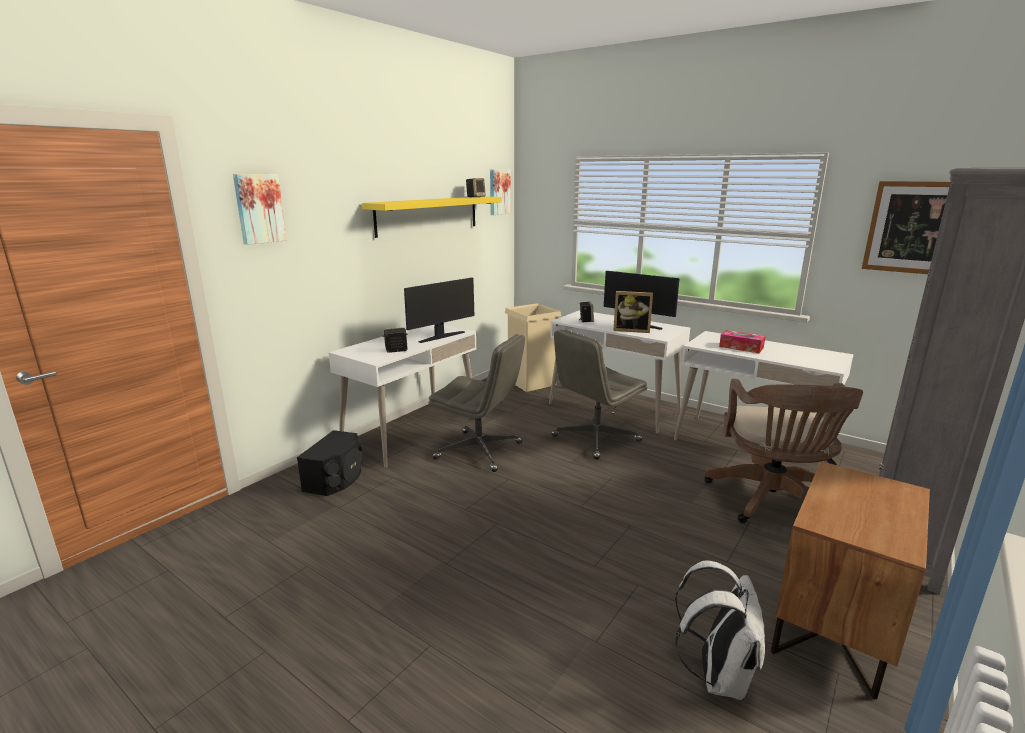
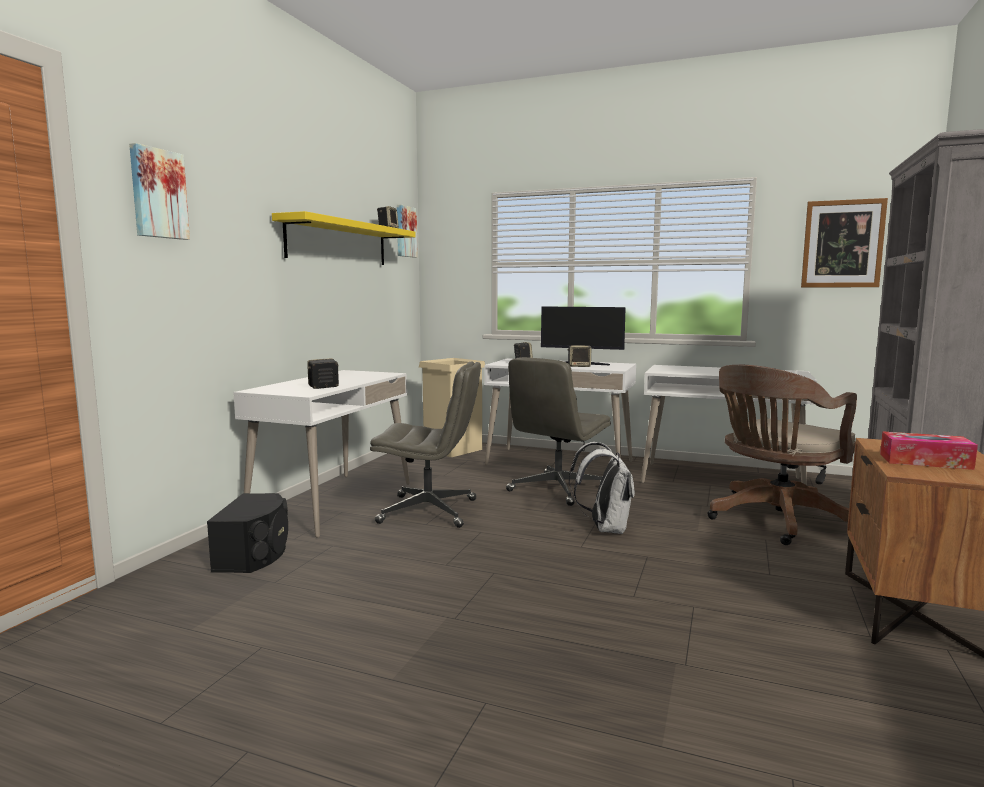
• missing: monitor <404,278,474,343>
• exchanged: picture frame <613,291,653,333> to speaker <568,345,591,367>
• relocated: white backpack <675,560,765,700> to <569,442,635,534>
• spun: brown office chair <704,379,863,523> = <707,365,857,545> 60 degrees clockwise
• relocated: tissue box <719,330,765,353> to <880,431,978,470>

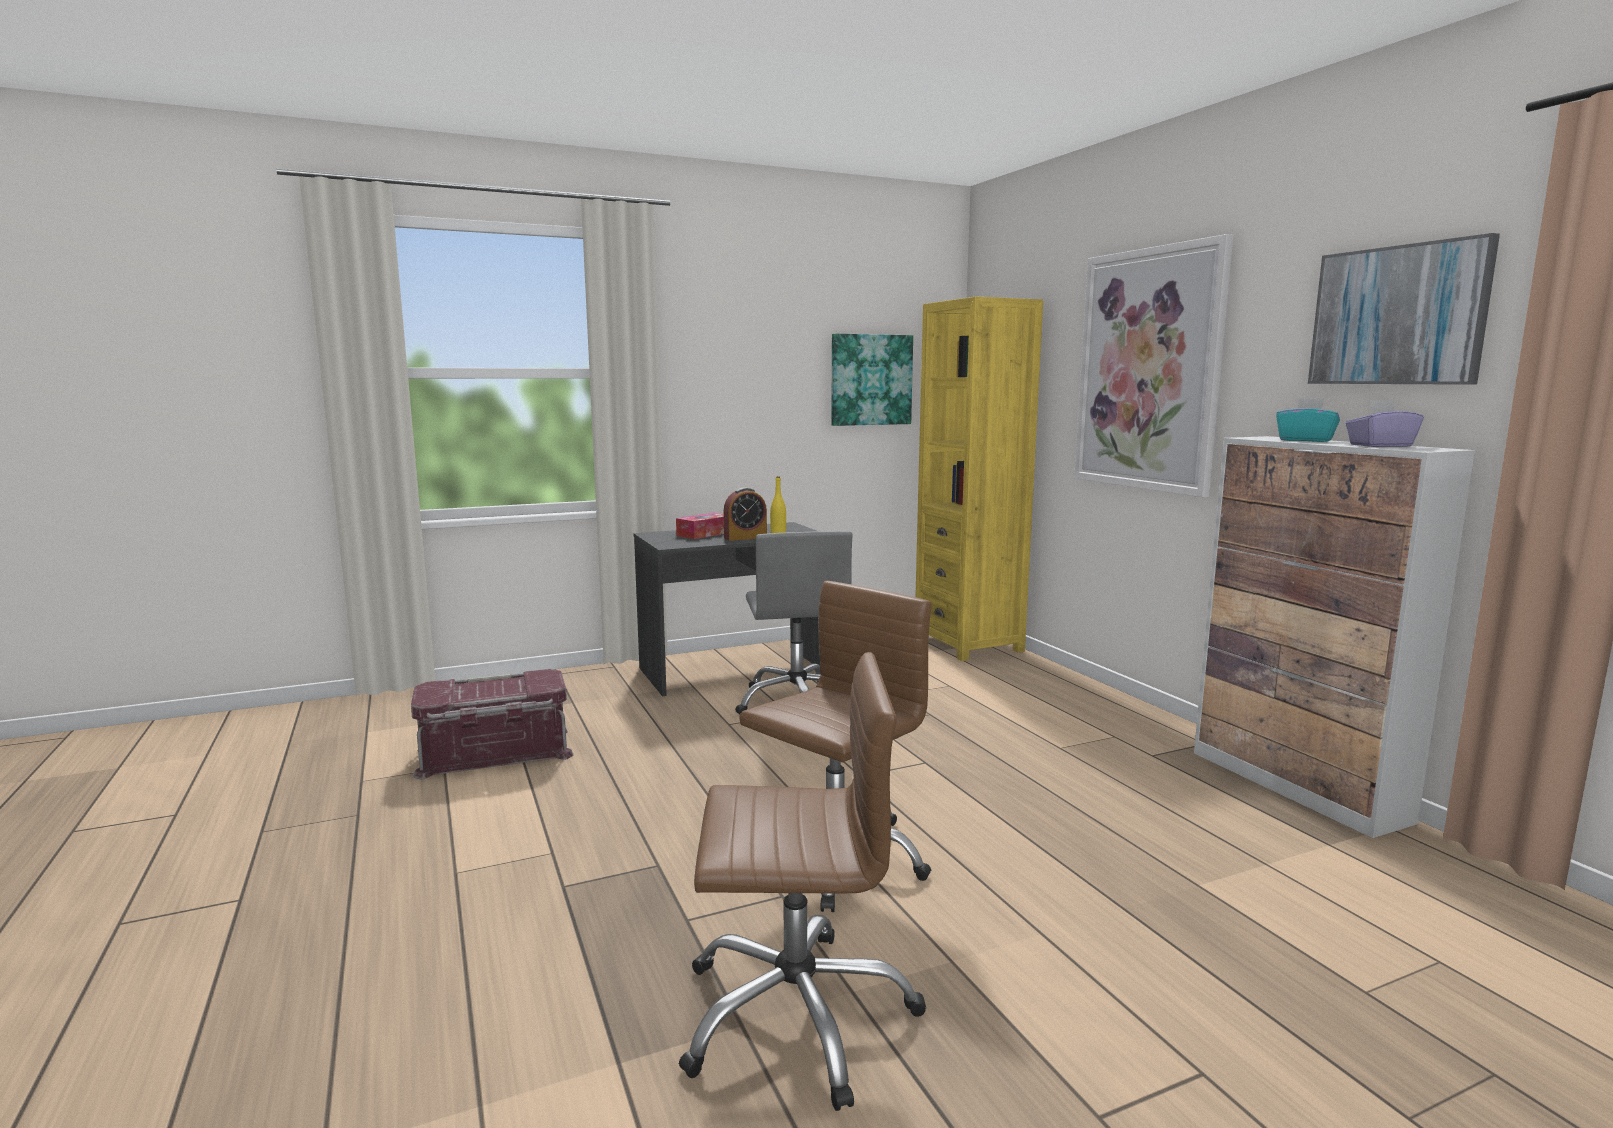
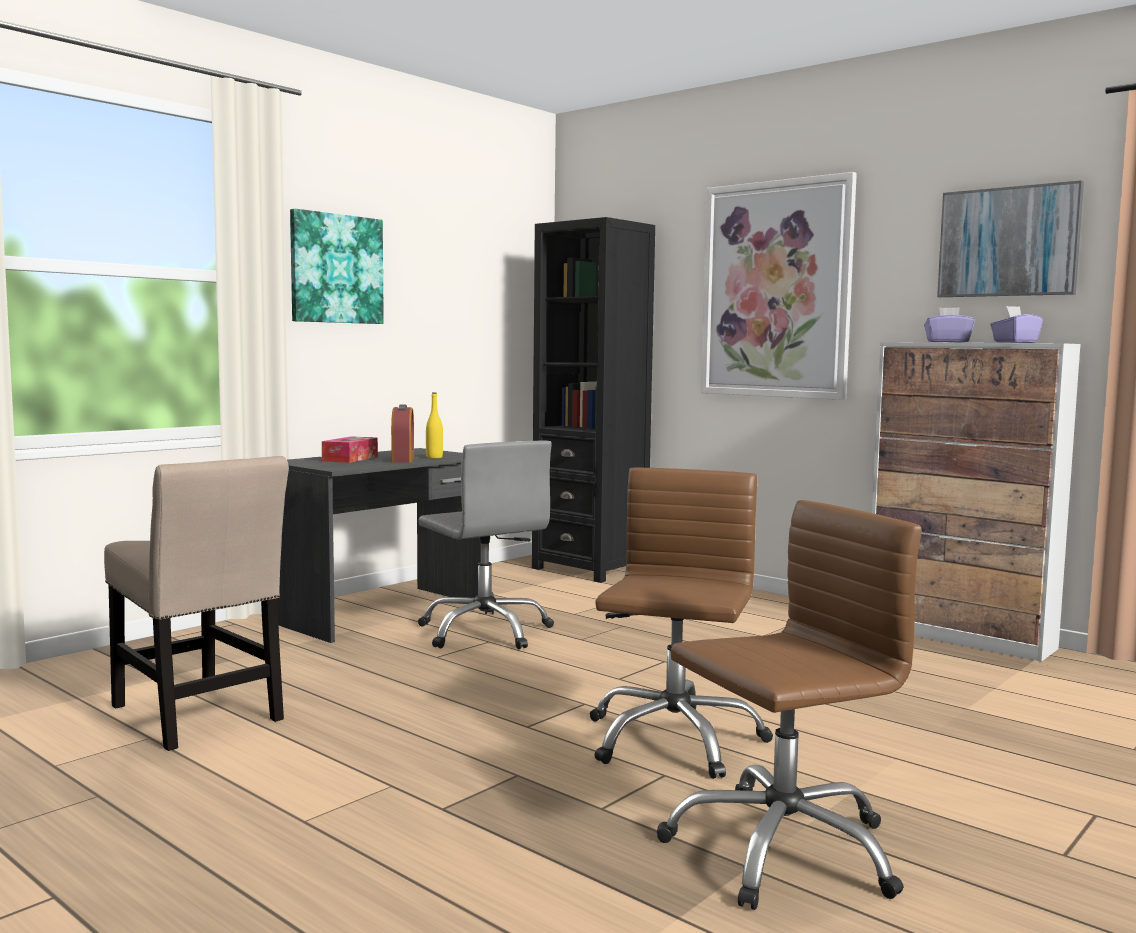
• exchanged: red storage box <411,669,574,780> to beige chair <104,456,289,751>
• spun: alarm clock <724,487,767,541> = <391,404,414,463> 45 degrees counterclockwise
• relocated: picture <831,333,913,426> to <290,209,384,324>
• colour: yellow bookcase <915,297,1043,661> to black bookcase <532,217,655,583>
• colour: turquoise tissue box <1276,398,1340,442> to purple tissue box <924,307,975,342>

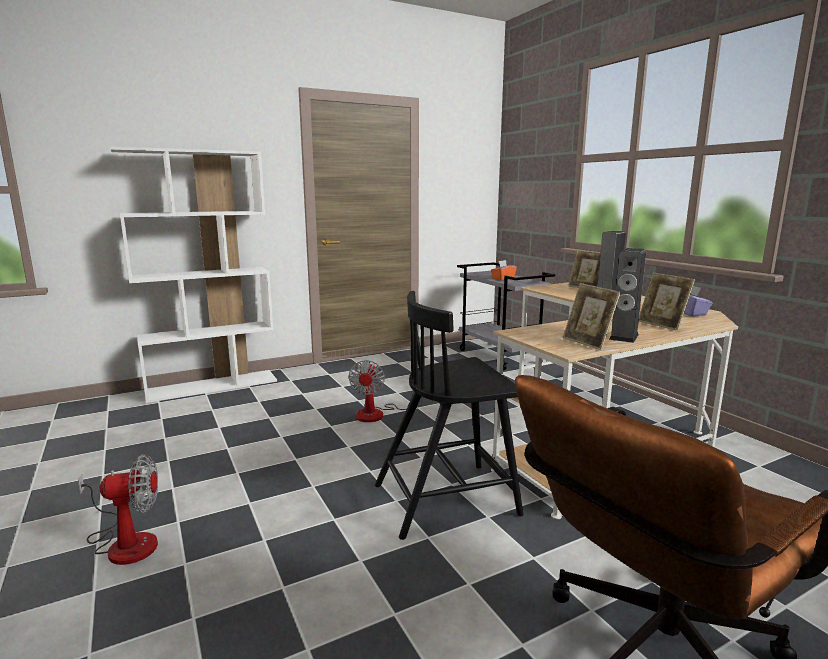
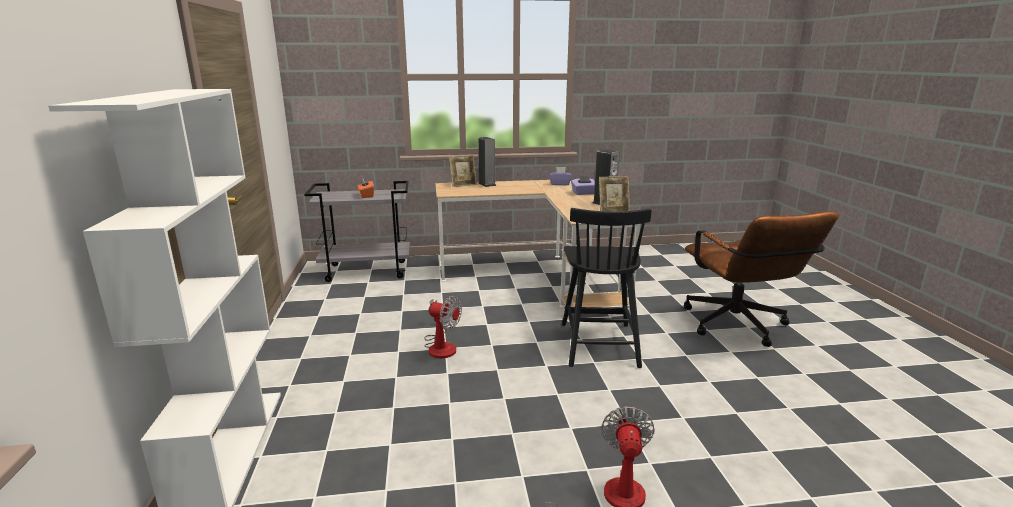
• exchanged: picture frame <639,272,695,331> to purple tissue box <571,176,595,195>

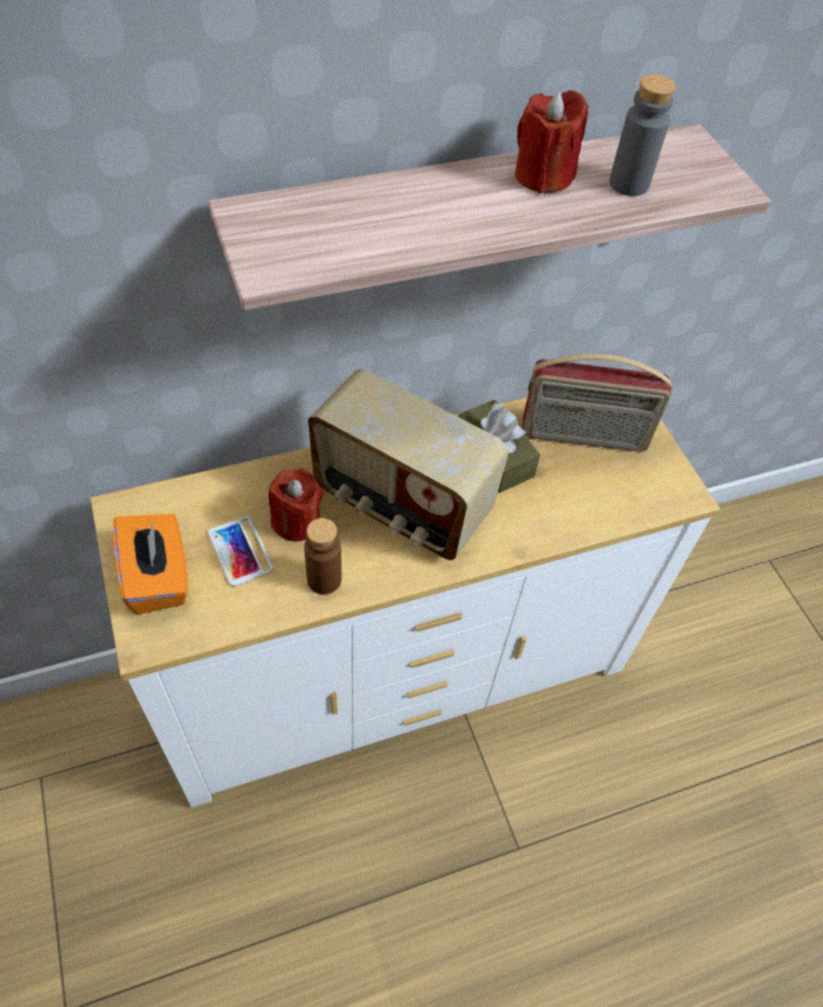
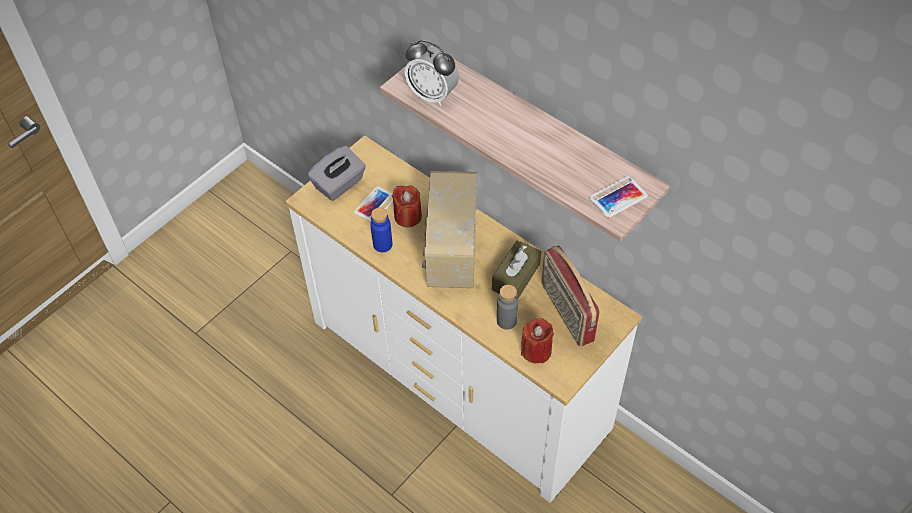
• colour: orange tissue box <113,514,188,614> to grey tissue box <307,145,366,201>
• colour: brown bottle <304,518,342,594> to blue bottle <370,208,392,252>
• relocated: red candle <515,90,588,194> to <521,318,554,364>
• relocated: grey bottle <609,74,676,196> to <497,285,518,330>
• appeared: alarm clock <404,40,459,106>
• appeared: phone <589,176,648,218>

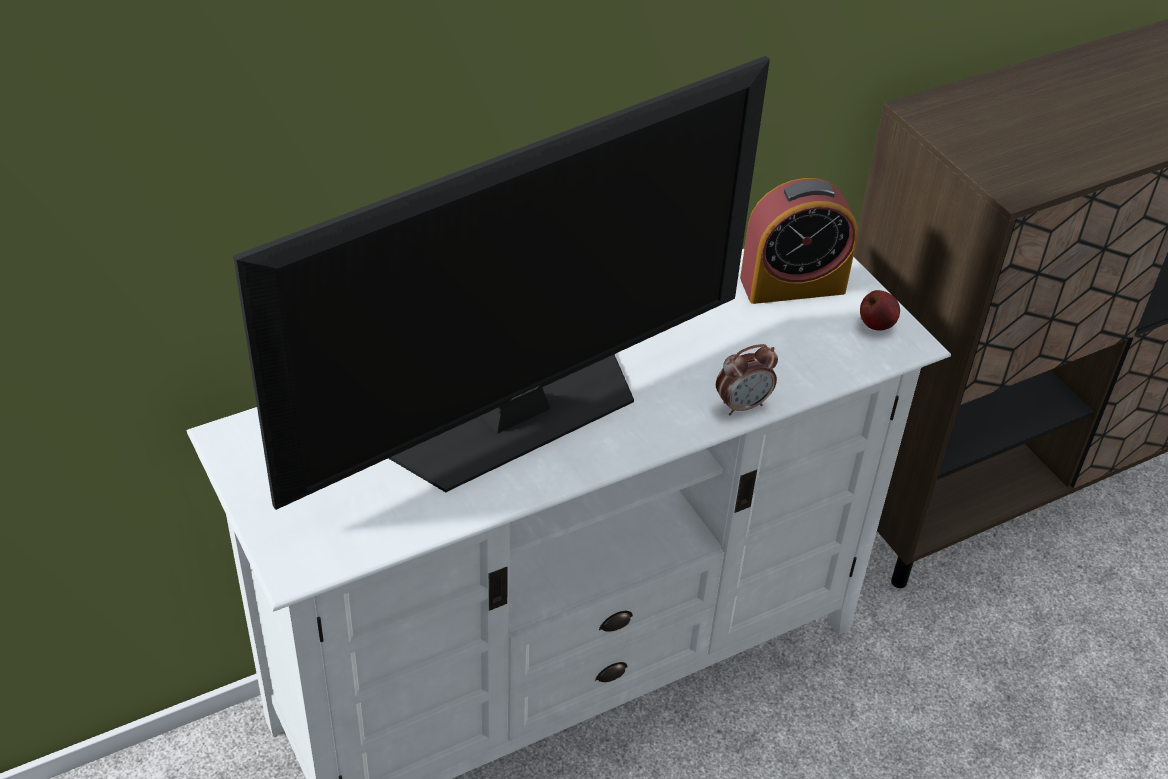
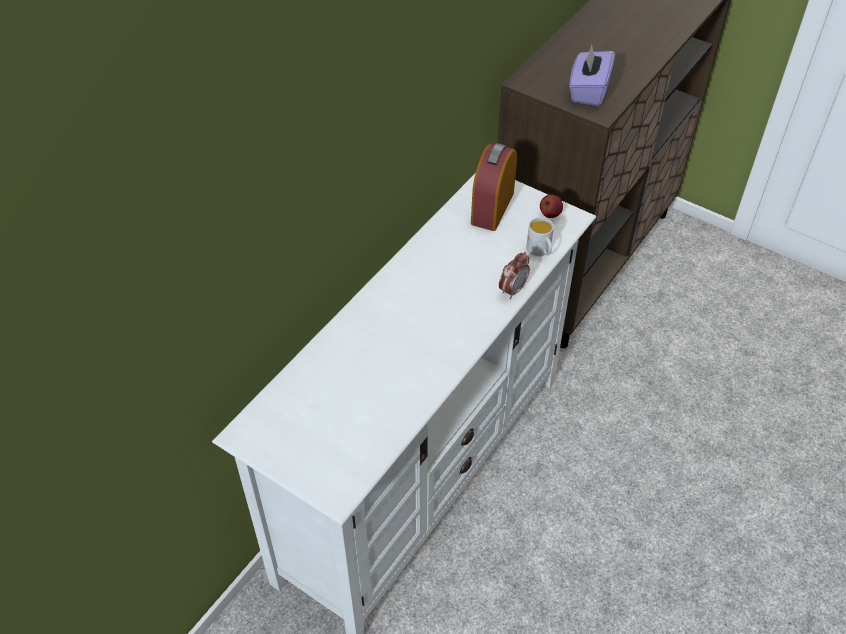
• missing: television <233,56,770,510>
• spun: alarm clock <740,178,858,304> = <471,143,517,231> 150 degrees clockwise
• appeared: white mug <526,217,554,256>
• appeared: purple tissue box <569,45,615,106>

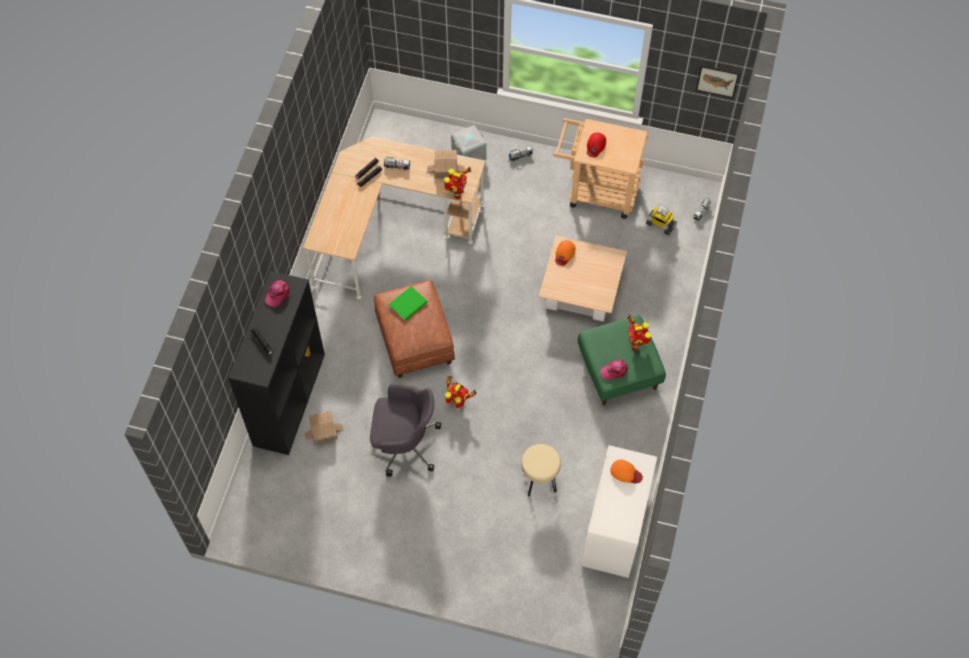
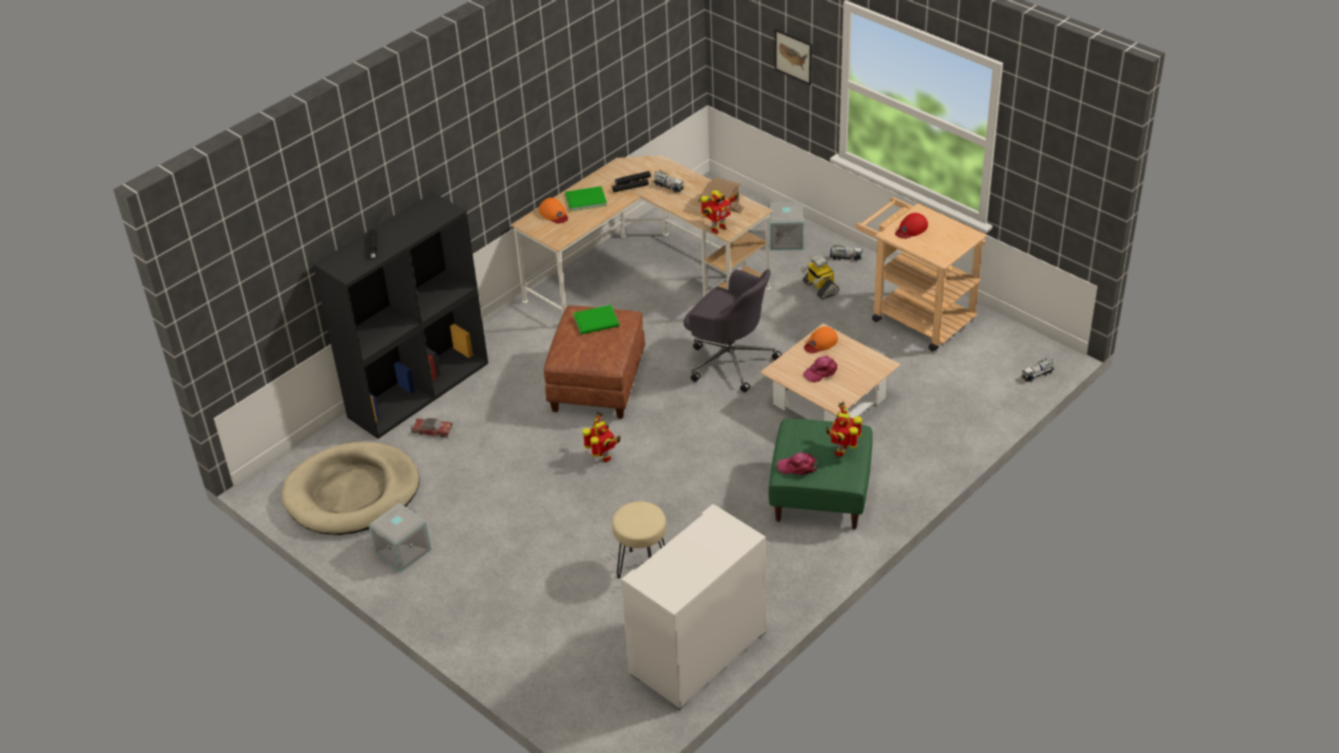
• relocated: pink cap <265,280,289,307> to <803,355,837,383>
• exchanged: toy house <304,410,343,444> to toy car <411,418,453,438>
• relocated: grey office chair <370,384,441,477> to <684,269,782,392>
• relocated: orange cap <610,459,643,484> to <539,198,568,224>
• relocated: toy robot <646,206,677,236> to <801,255,839,300>
• relocated: picture <696,65,739,98> to <775,29,812,85>
• appeared: beige dog bed <282,442,420,535>
• appeared: grey storage box <369,503,432,572>
• appeared: green book <565,186,607,211>

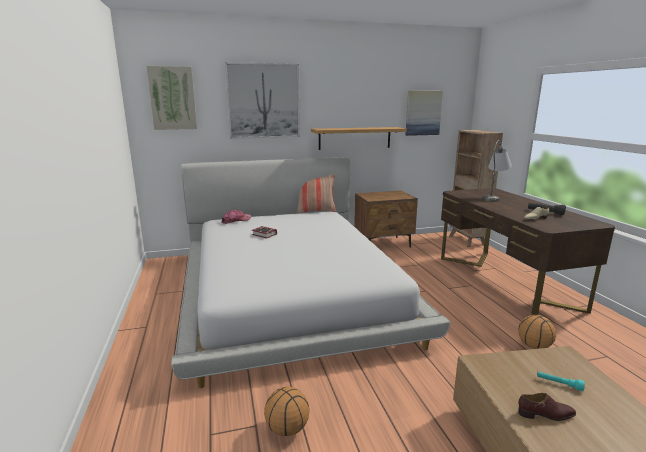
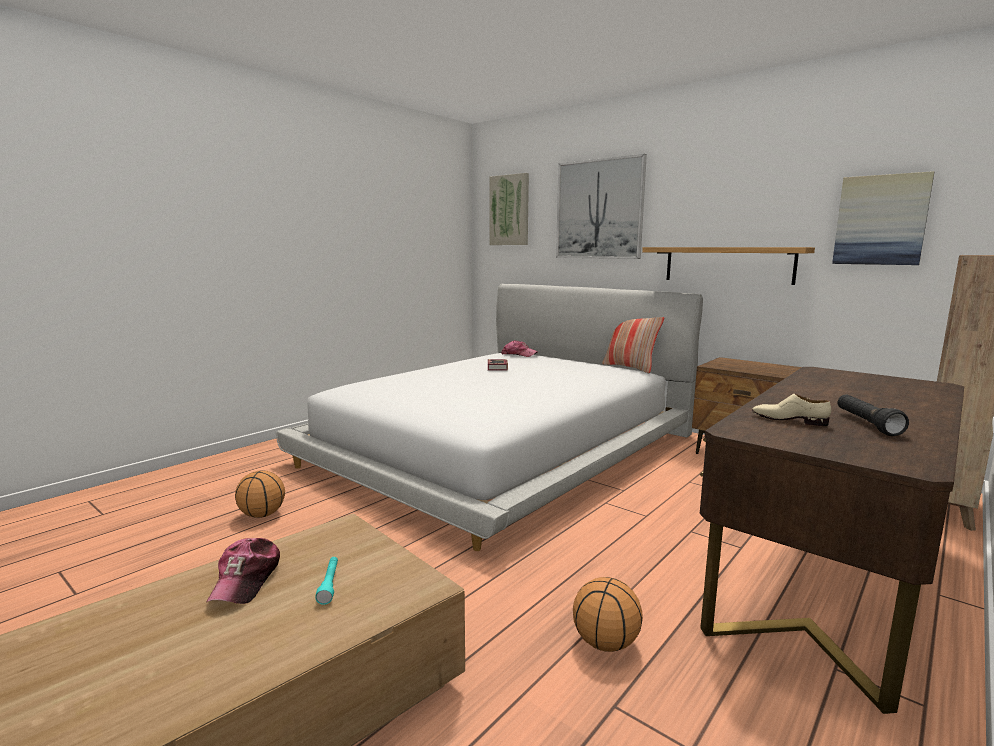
• missing: grey table lamp <482,140,512,202>
• exchanged: brown shoe <519,393,576,421> to cap <206,538,280,604>

